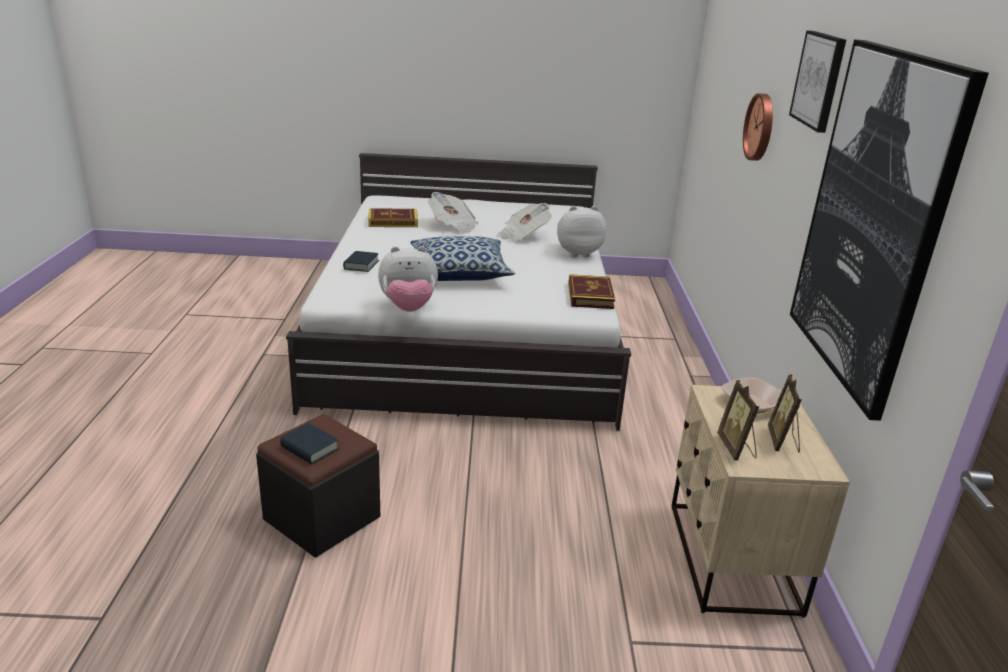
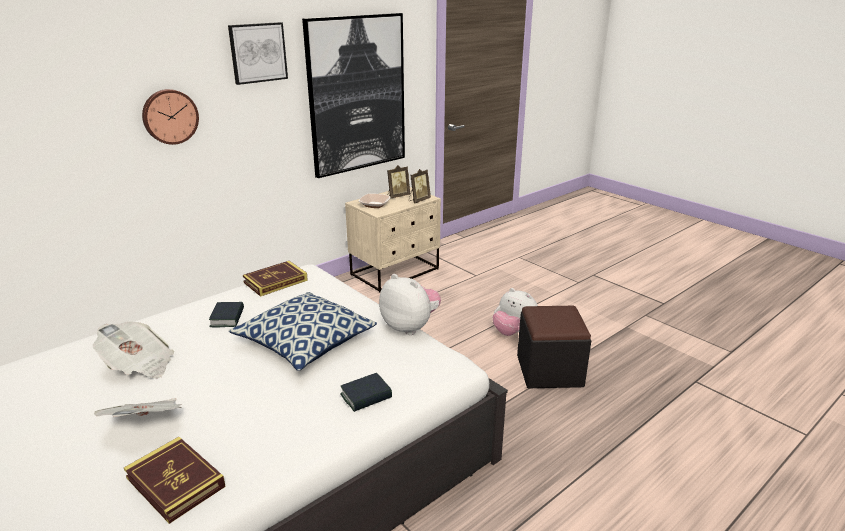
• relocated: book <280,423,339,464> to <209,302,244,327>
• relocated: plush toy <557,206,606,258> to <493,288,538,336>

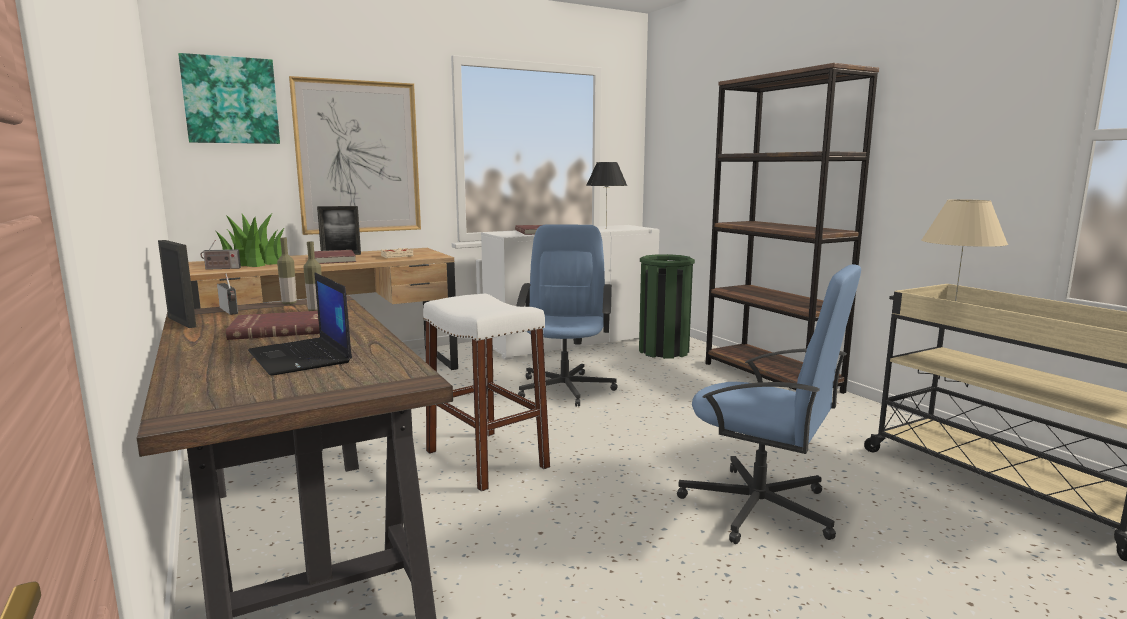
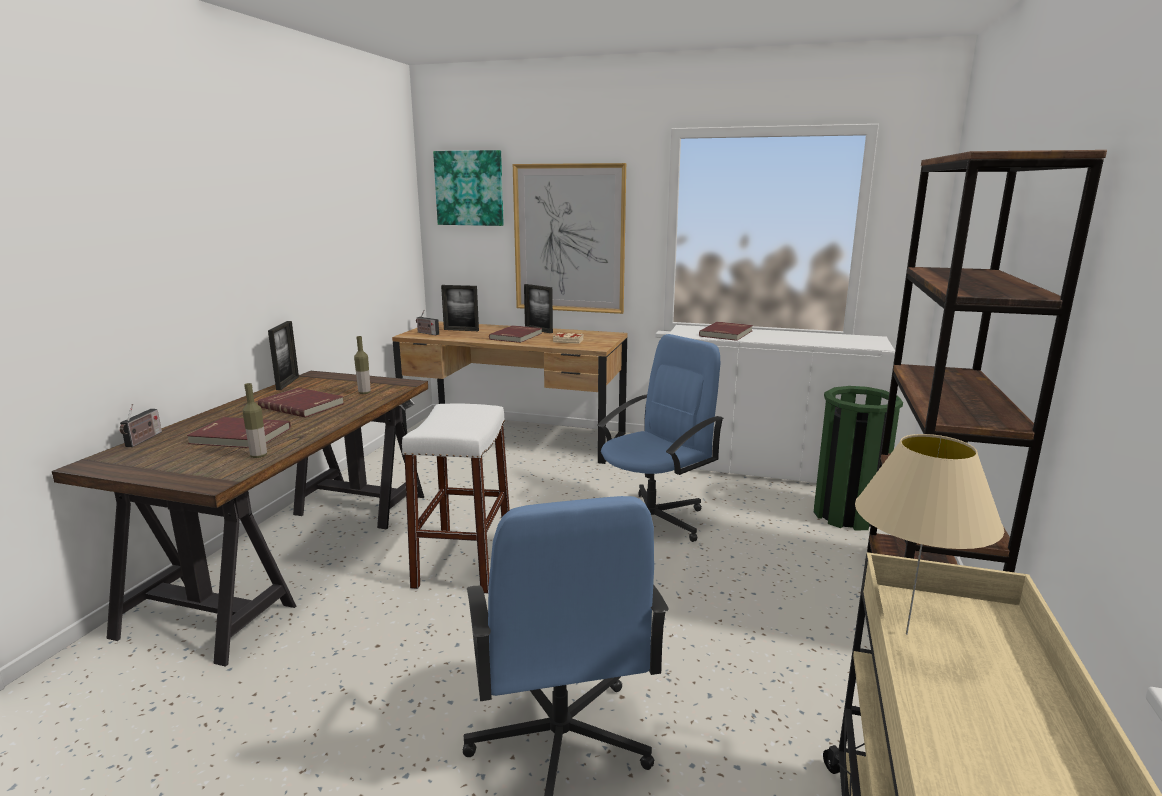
• exchanged: potted plant <216,213,285,267> to picture frame <441,285,479,331>
• relocated: radio <217,274,238,315> to <120,404,162,447>
• exchanged: laptop <248,272,352,376> to red book <187,417,291,448>
• relocated: bottle <277,237,297,305> to <243,383,267,458>
• missing: black table lamp <586,162,627,223>

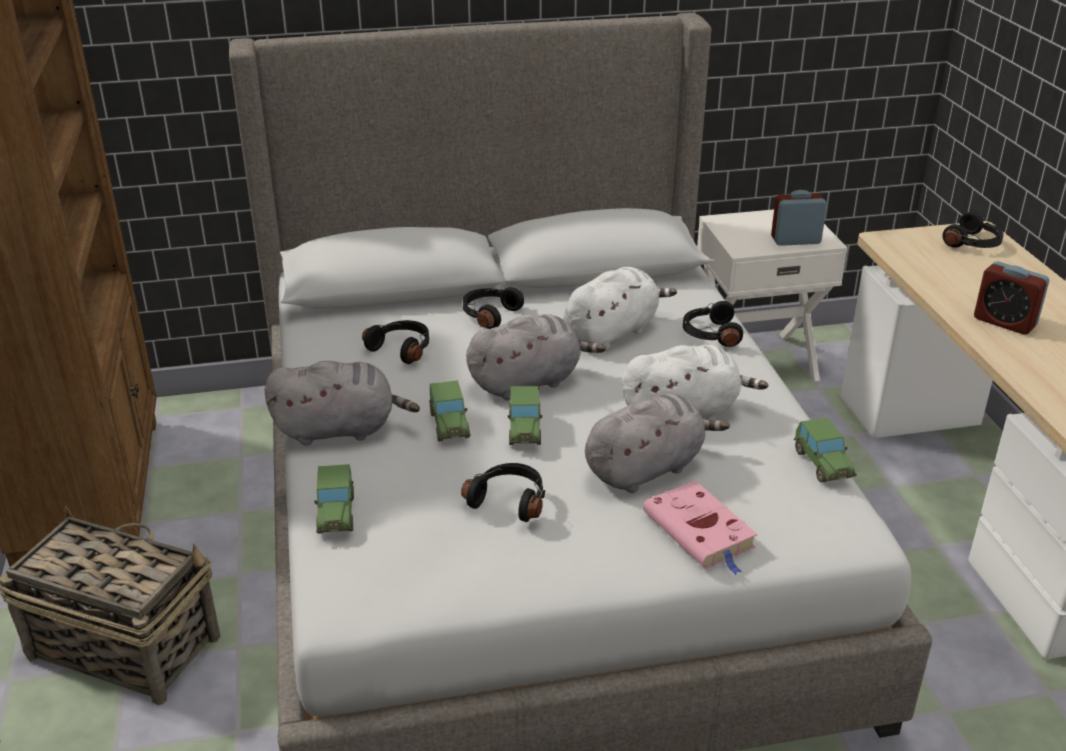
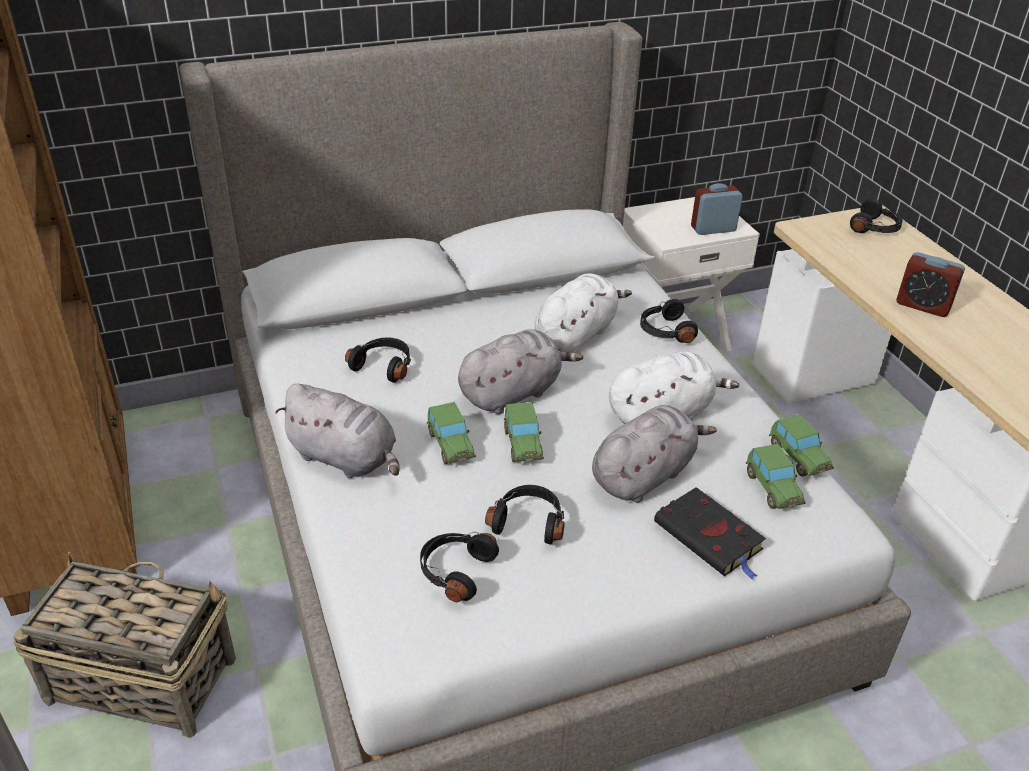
• spun: grey plush toy <265,361,420,446> = <275,384,399,478> 45 degrees clockwise
• relocated: toy car <314,464,354,534> to <746,444,806,509>
• relocated: black headphones <463,287,524,329> to <420,532,499,602>
• colour: pink book <643,481,757,575> to black book <654,487,766,580>

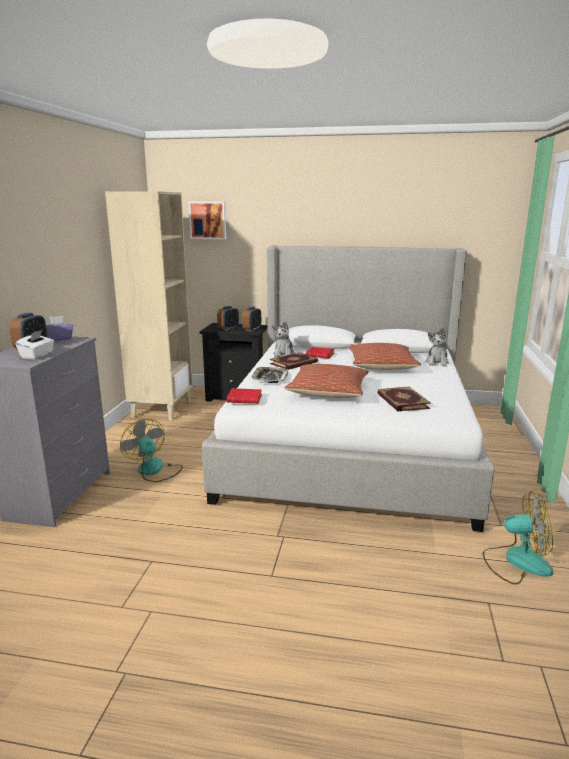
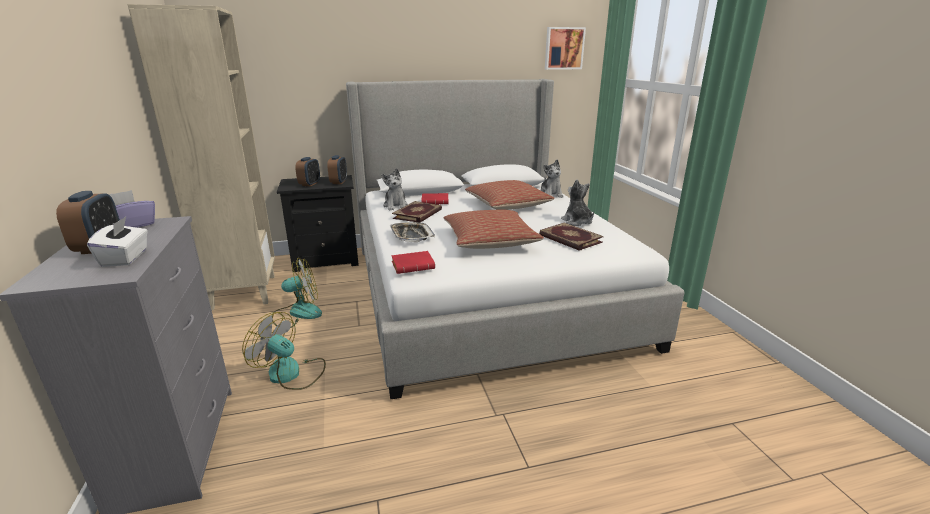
• relocated: picture <188,202,226,239> to <545,27,586,70>
• relocated: fan <483,491,553,584> to <272,258,322,328>
• appeared: plush toy <561,179,594,226>

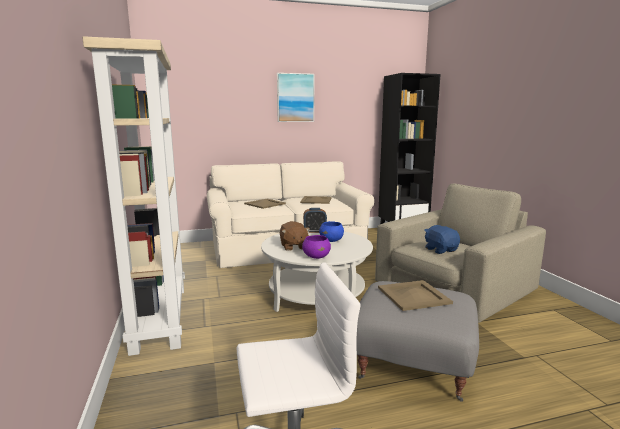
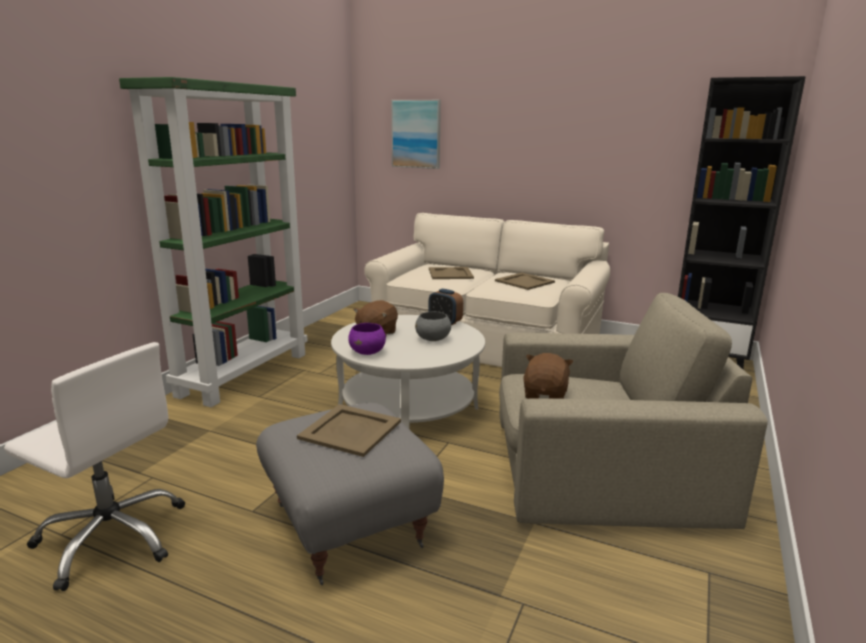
• colour: beige bookcase <82,36,185,356> to green bookcase <119,77,308,407>
• relocated: picture <277,73,314,122> to <391,100,441,169>
• colour: blue bowl <319,221,344,242> to grey bowl <415,312,451,341>
• colour: blue plush toy <425,225,460,254> to brown plush toy <523,353,573,399>

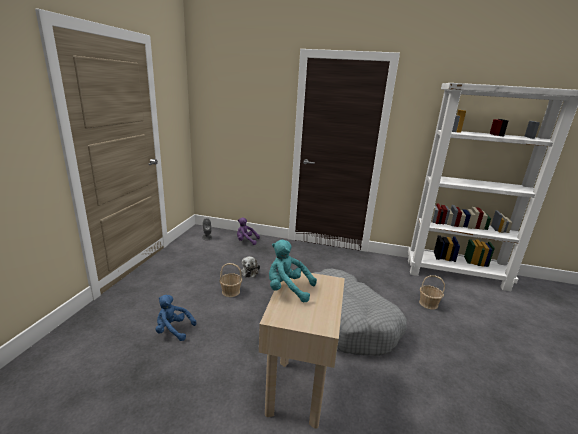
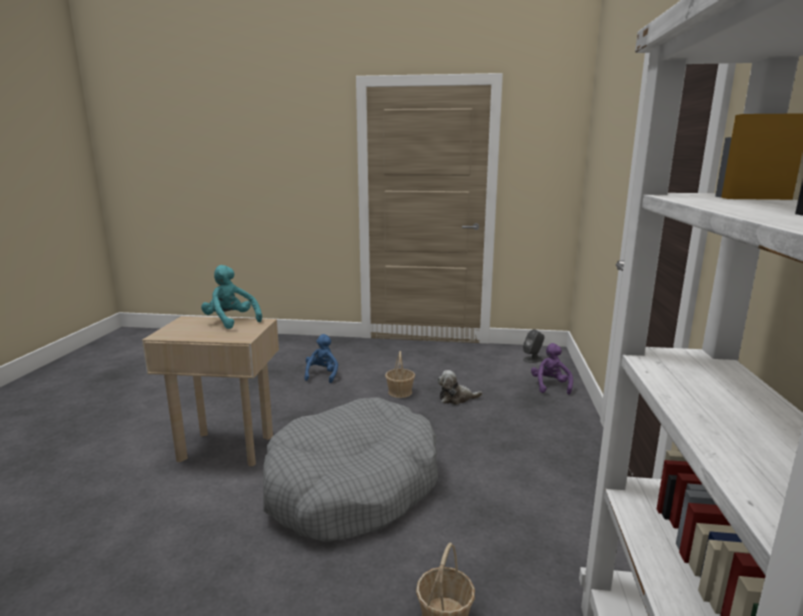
• spun: turquoise plush toy <269,240,317,302> = <201,265,262,329> 60 degrees counterclockwise

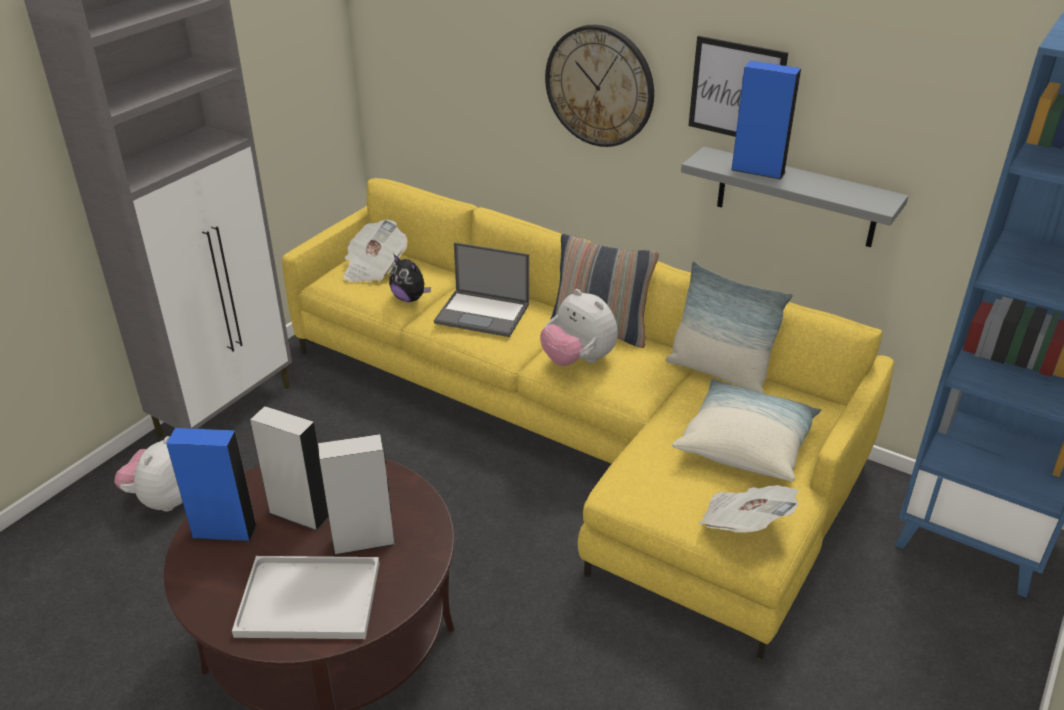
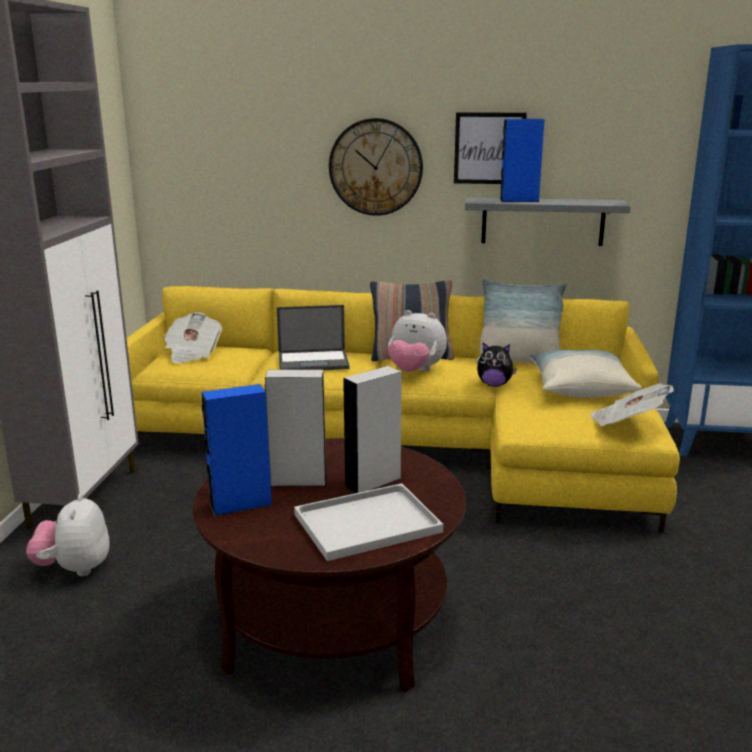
• relocated: plush toy <389,255,431,302> to <477,343,517,387>

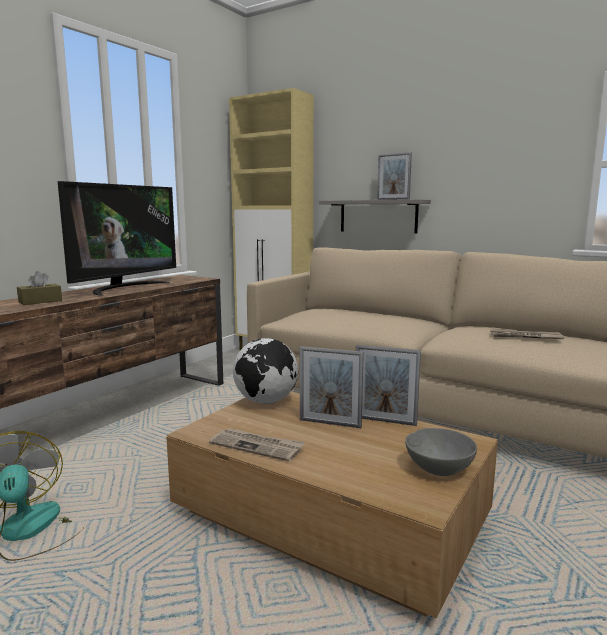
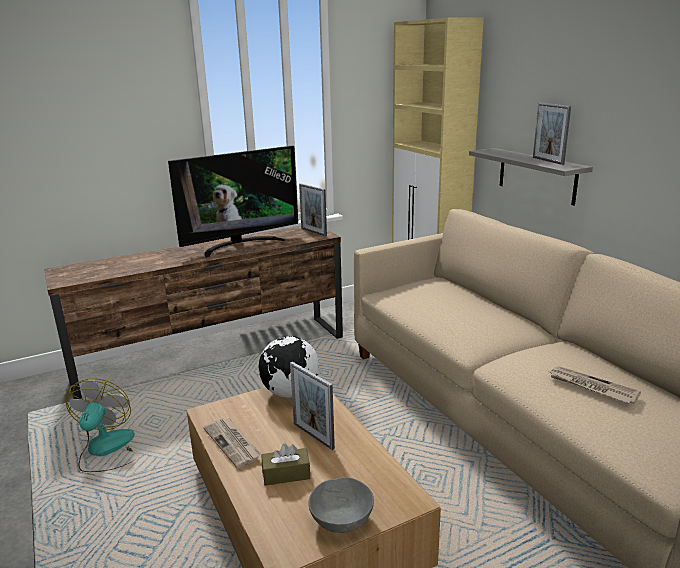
• relocated: brown tissue box <17,271,62,305> to <262,443,310,486>
• relocated: picture frame <356,345,421,426> to <299,183,327,236>

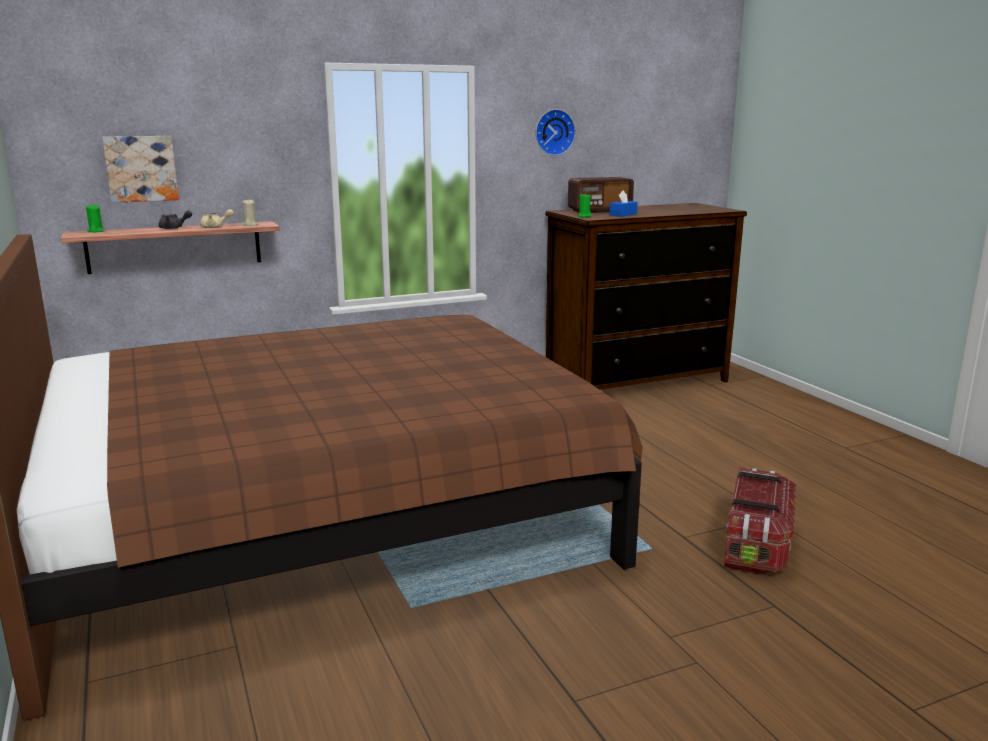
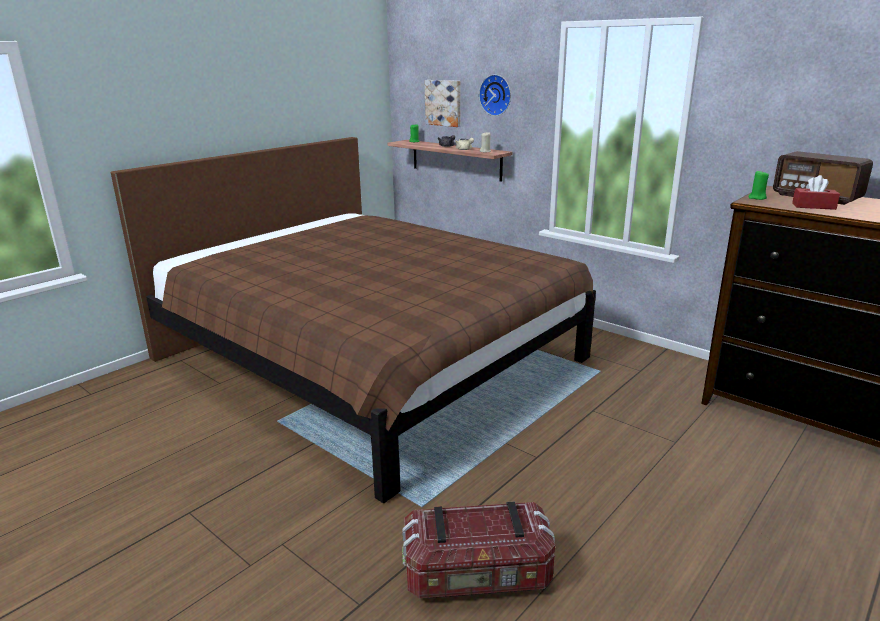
• relocated: wall clock <536,109,576,156> to <479,74,511,116>
• colour: blue tissue box <609,190,638,217> to red tissue box <792,175,840,210>

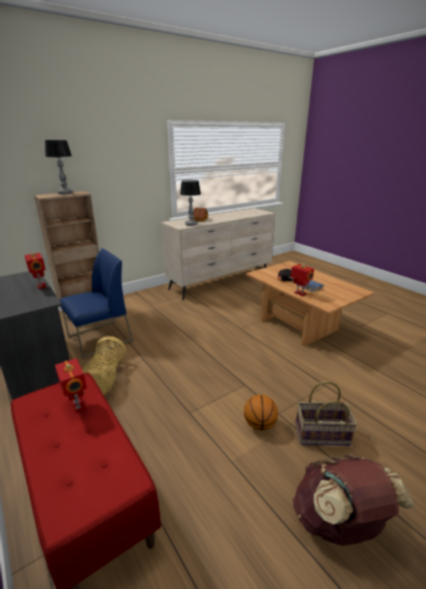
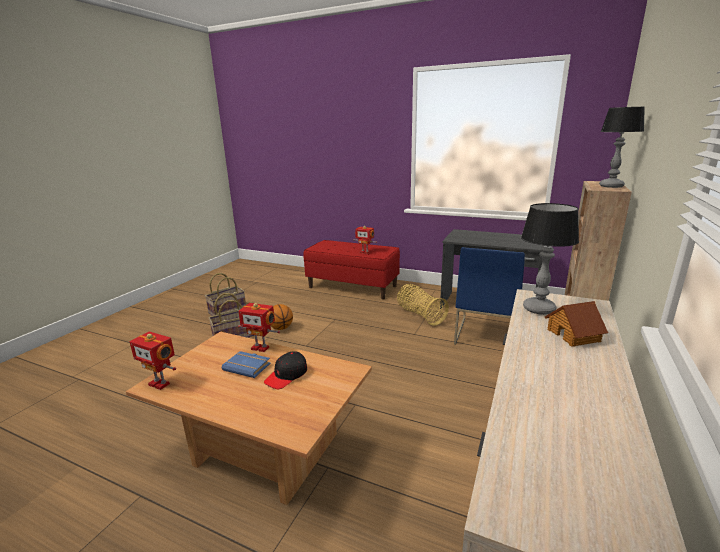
• relocated: toy robot <24,253,46,289> to <130,332,176,390>
• exchanged: brown backpack <293,454,415,546> to basket <205,273,246,316>

